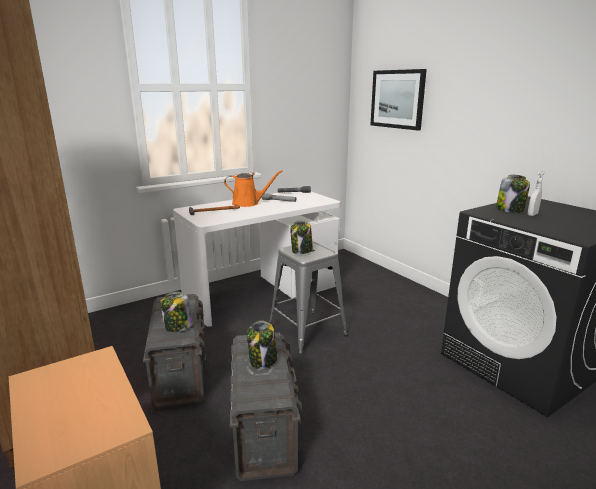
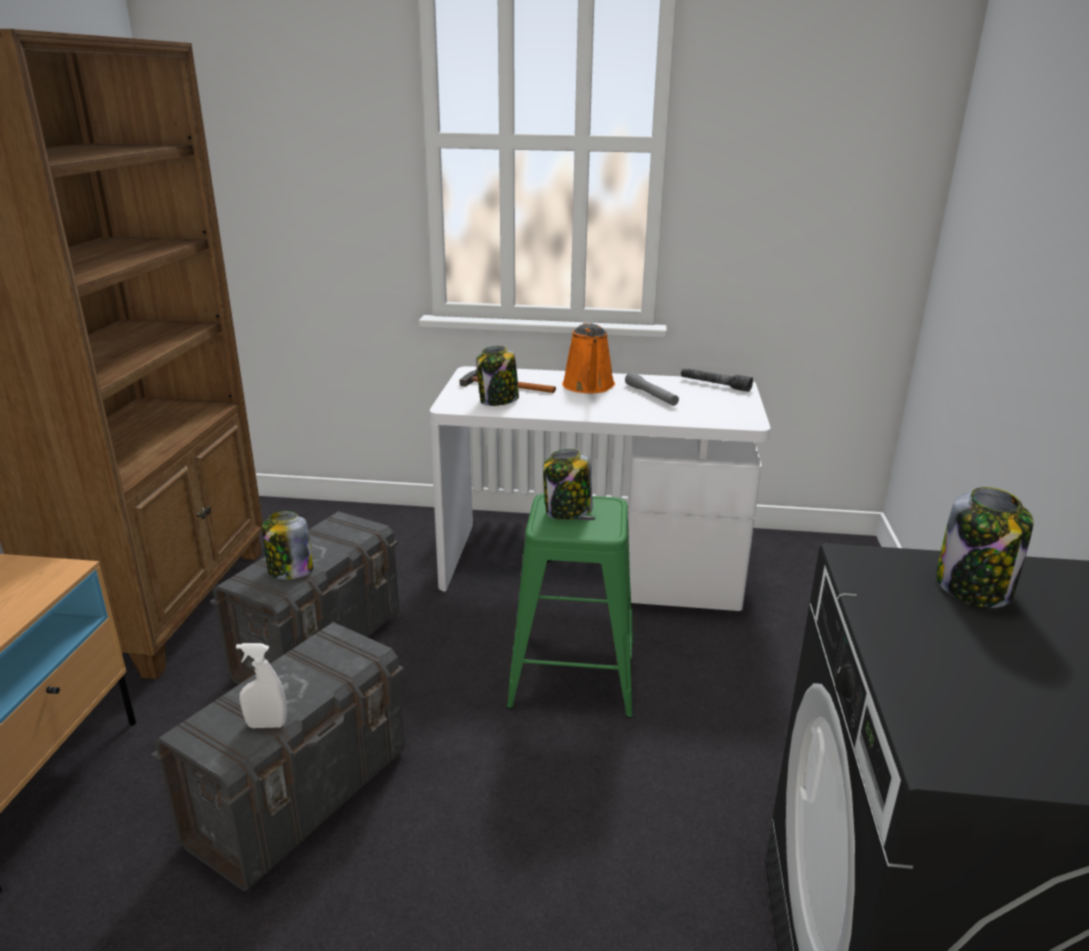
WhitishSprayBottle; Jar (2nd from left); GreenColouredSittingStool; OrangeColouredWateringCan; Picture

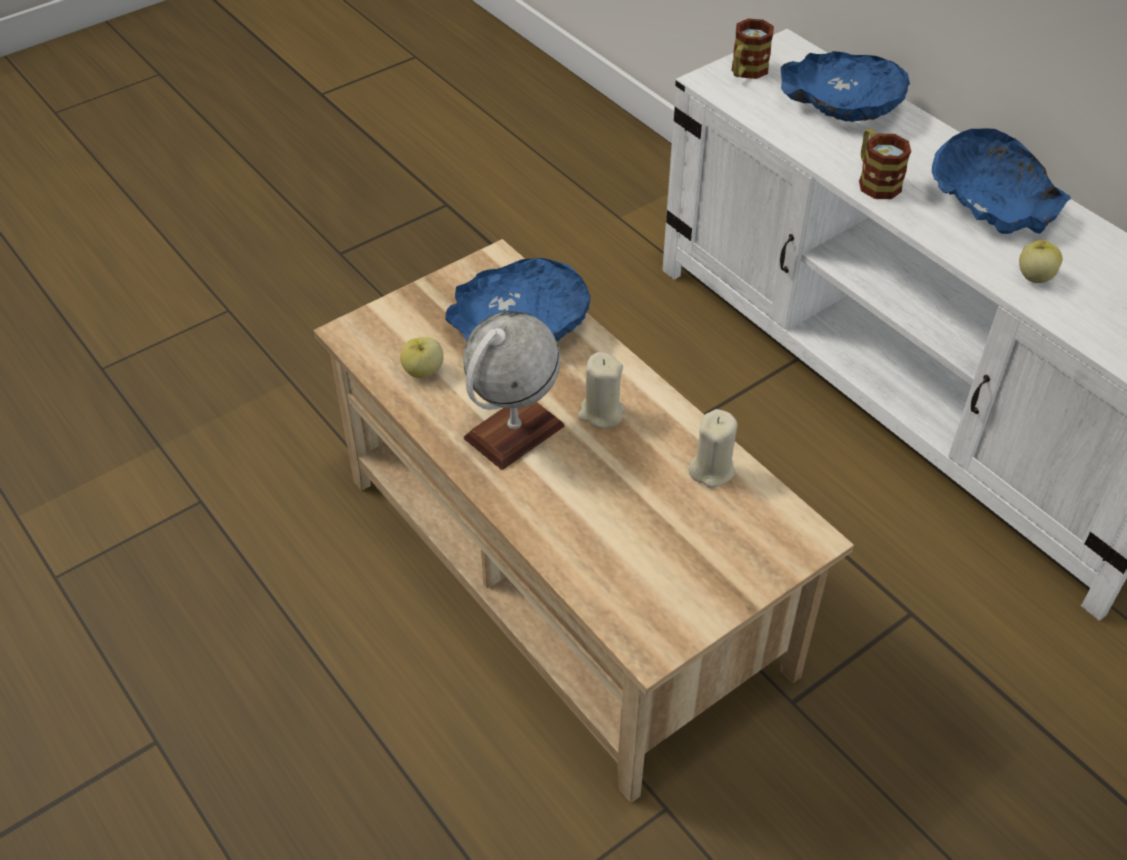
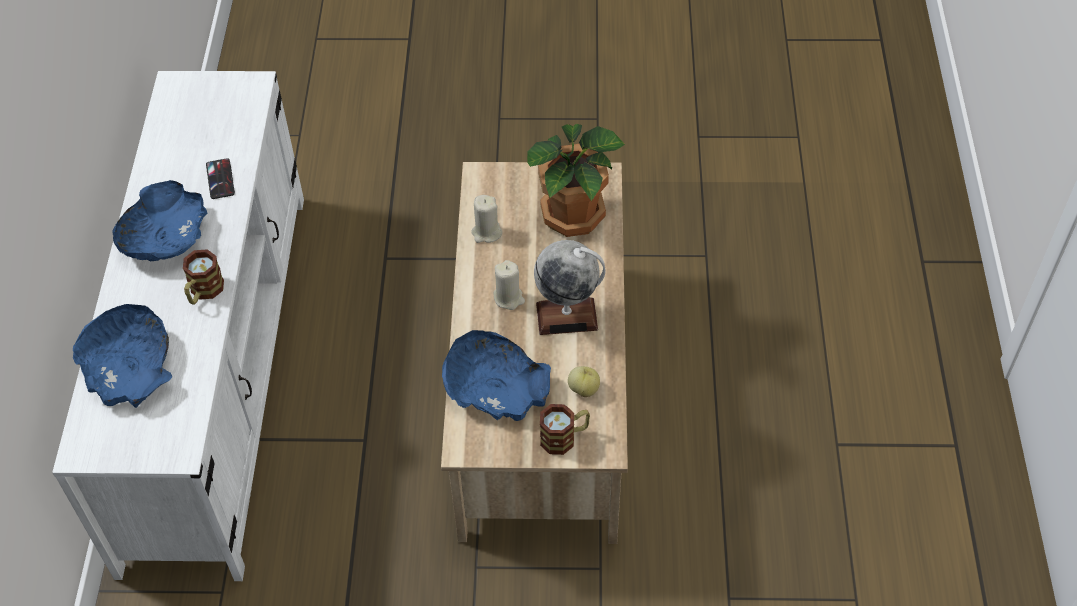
Phone; PottedPlant; TeaMug (2nd from left)

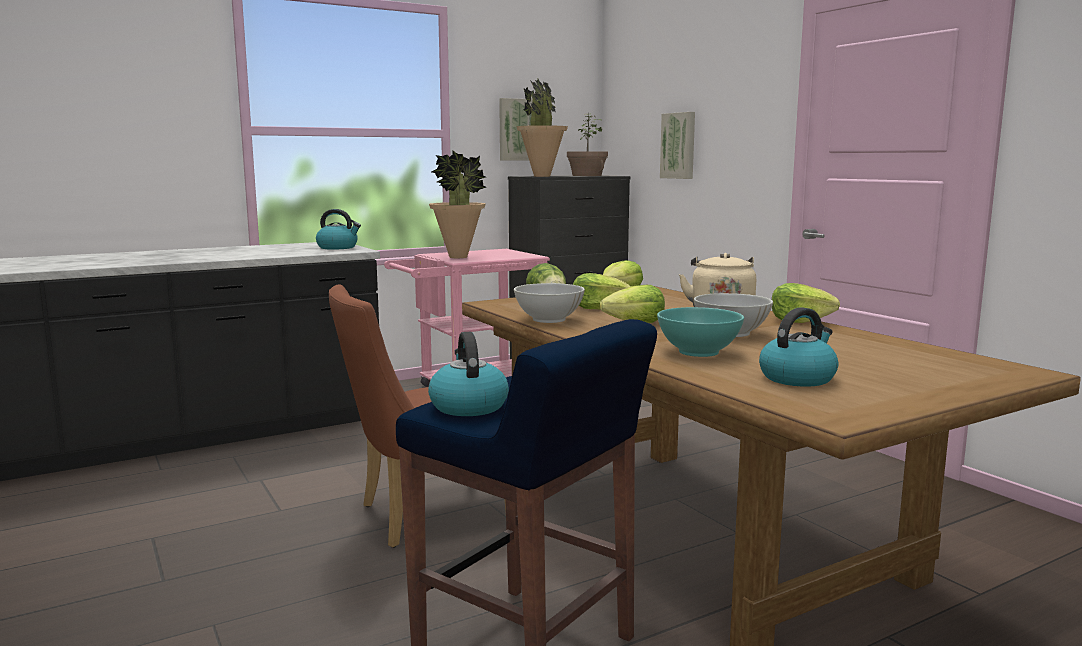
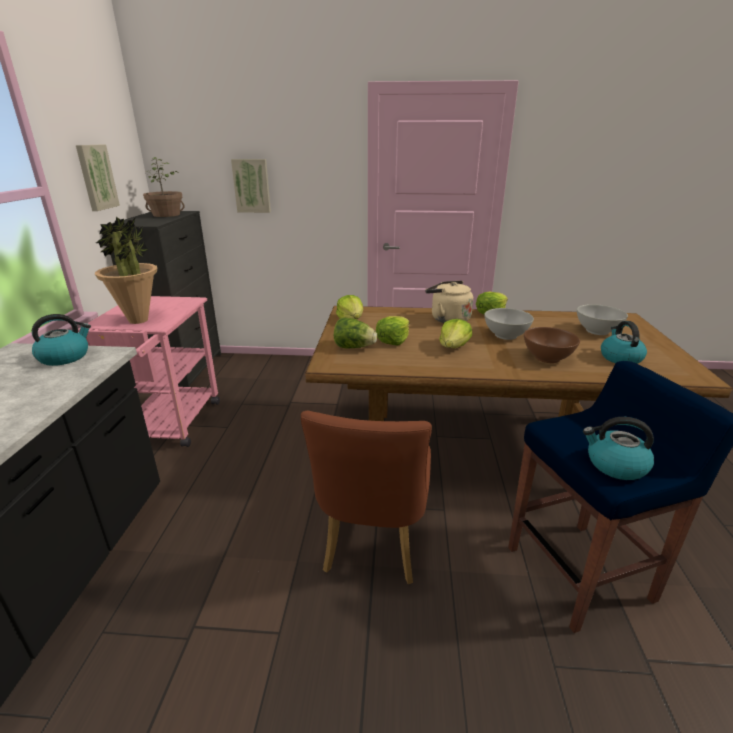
BrownServingBowl; WhitishServingBowl (2nd from left); PottedPlant (2nd from left in the first image)

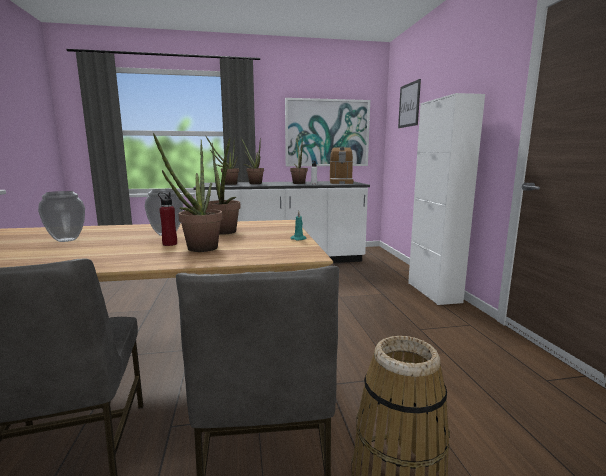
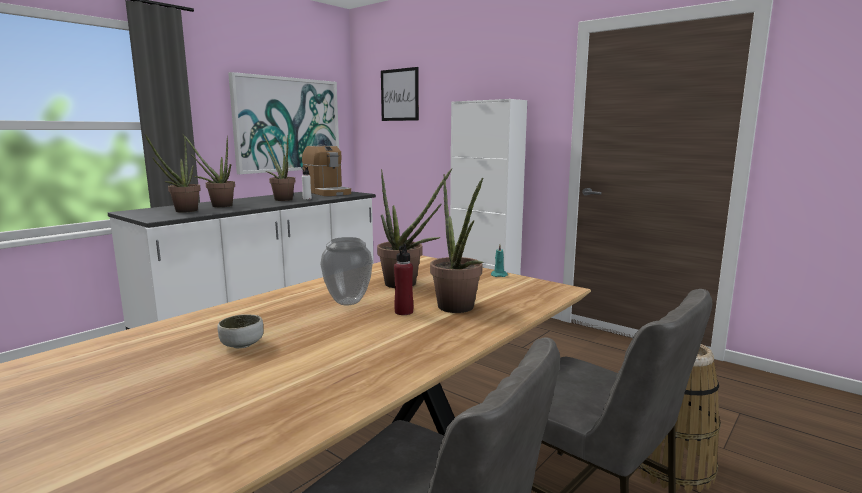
ServingBowl

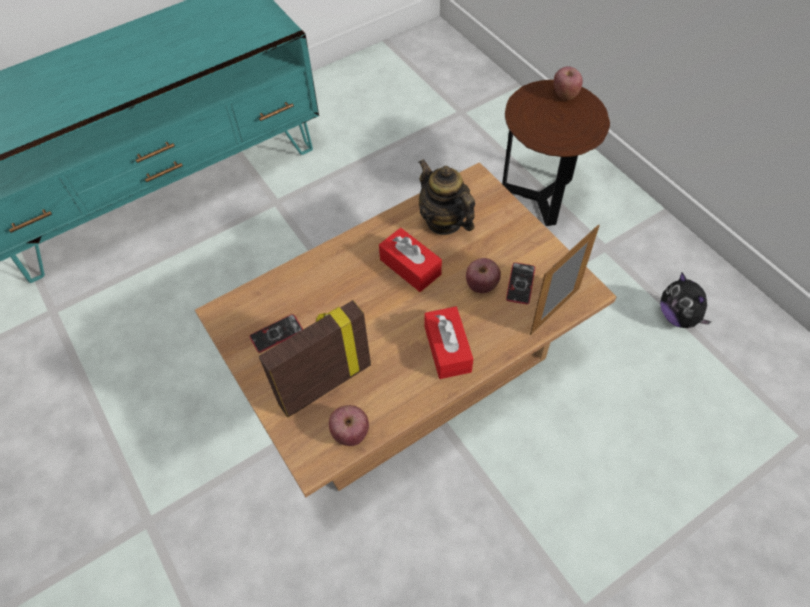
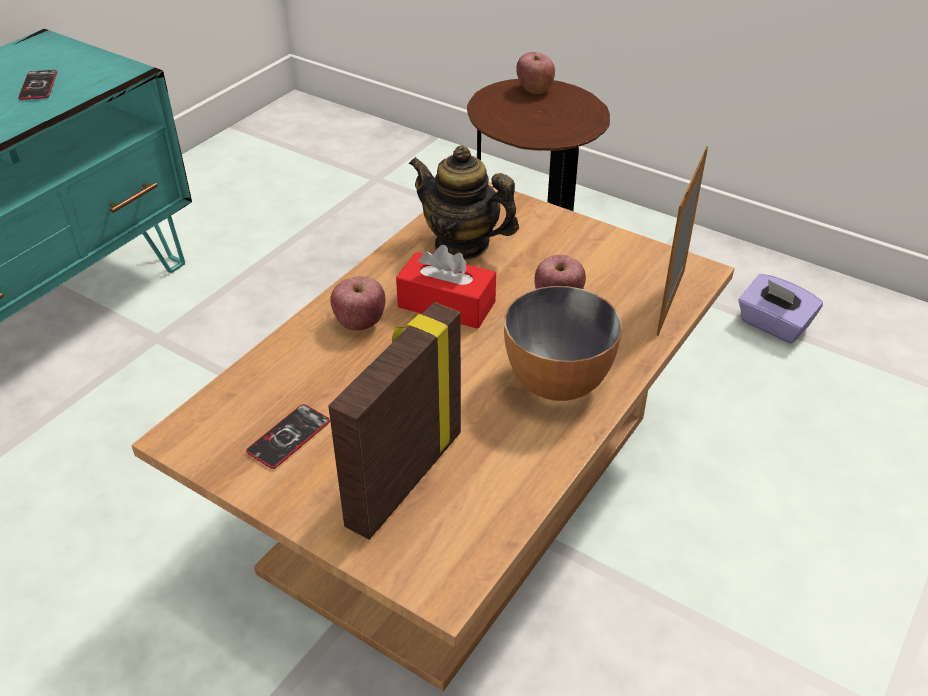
Phone (1st from left); AppleFruit (1st from left); ServingBowl; PurpleTissueBox

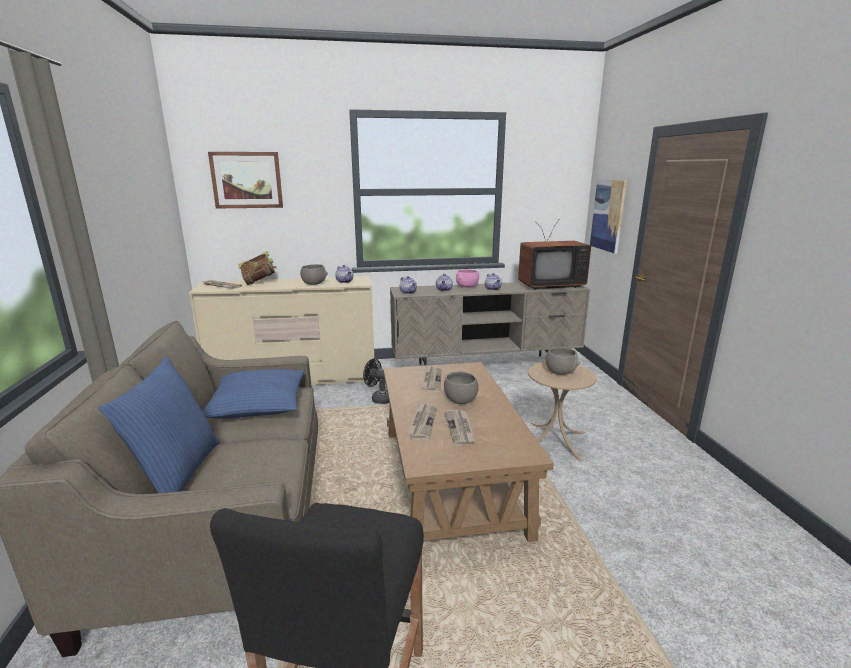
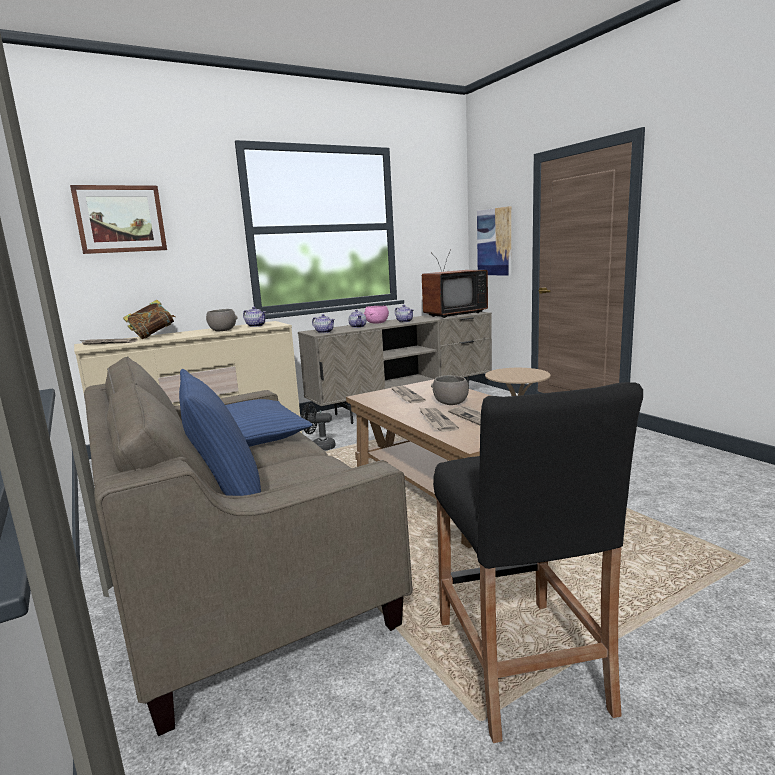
GreyServingBowl (3rd from left in the first image)

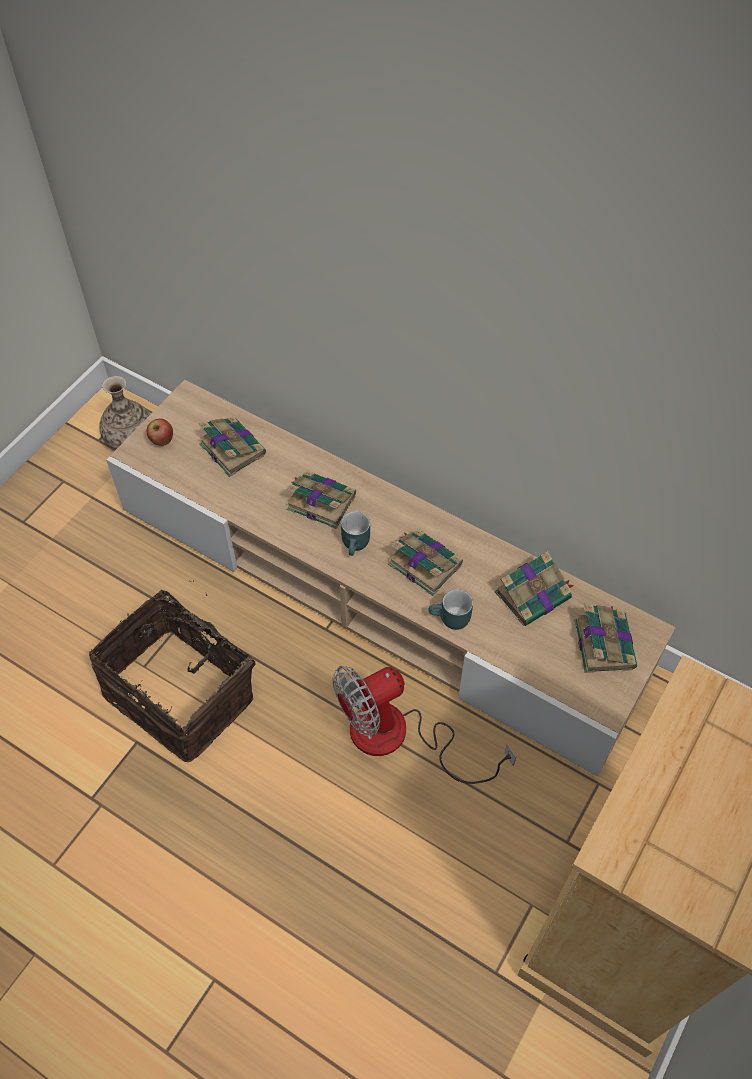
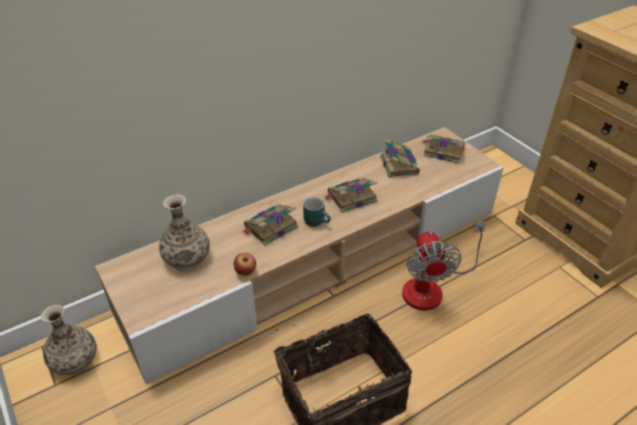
Vase (2nd from left); AppleFruit; TurquoiseTeaMug (2nd from left in the first image)

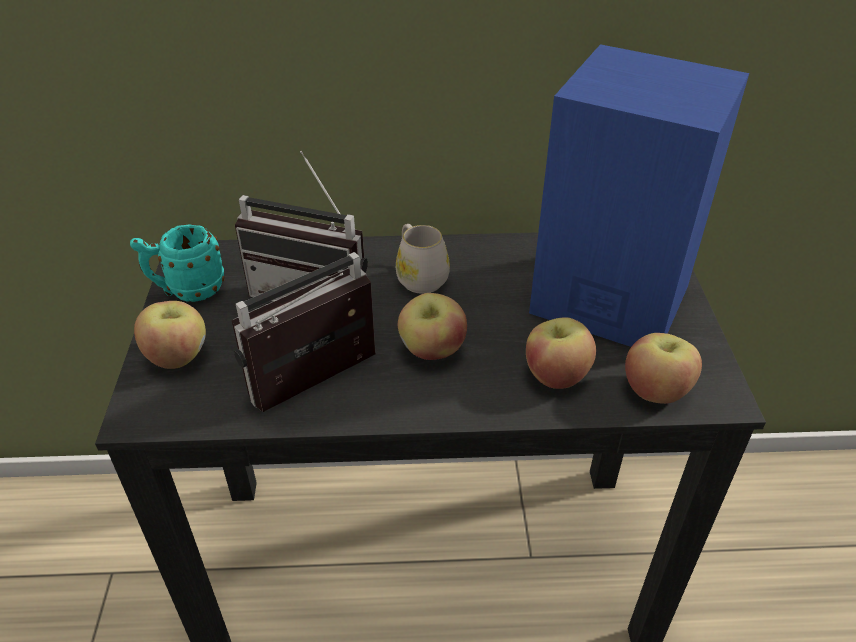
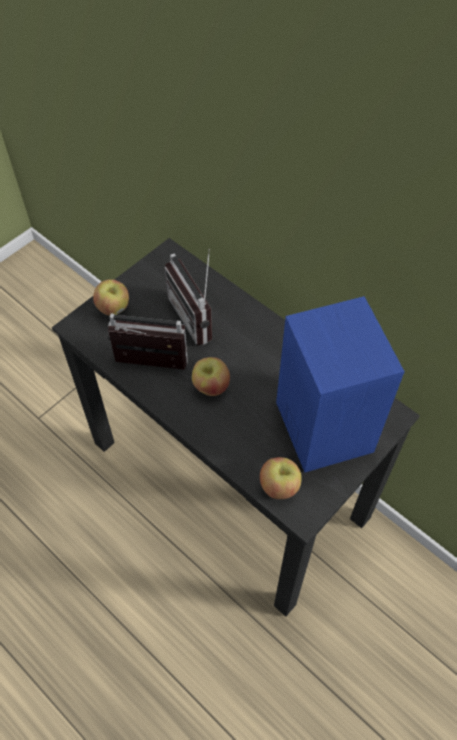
TurquoiseTeaMug; WhitishTeaMug; AppleFruit (3rd from left in the first image)

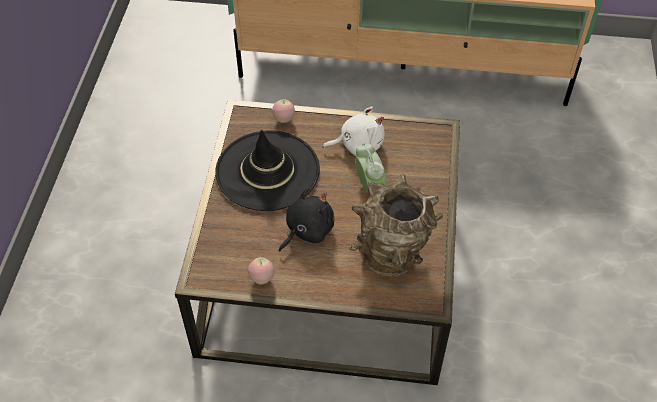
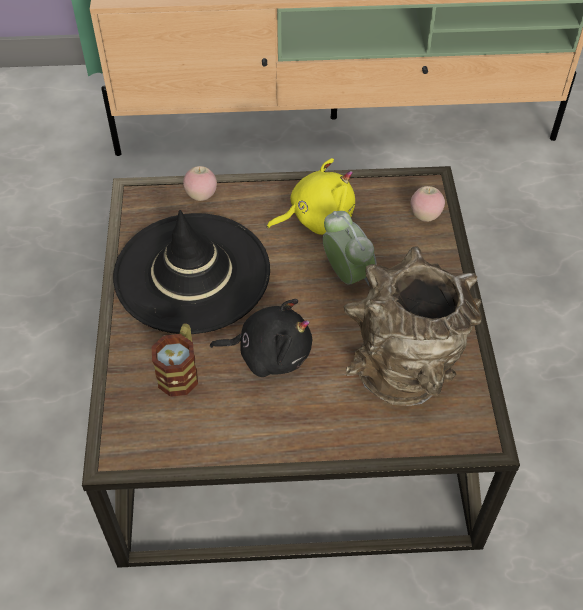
TeaMug; BlackSoftToy; YellowSoftToy; AppleFruit (2nd from left)

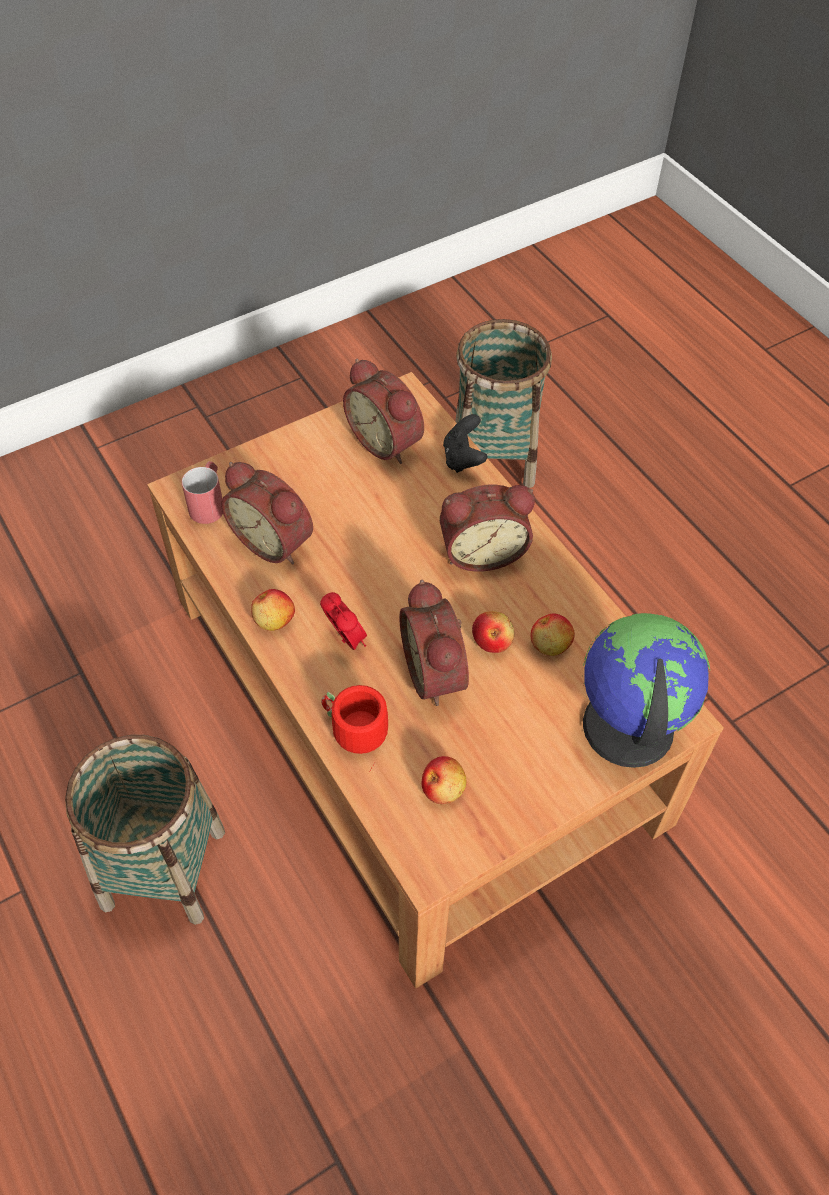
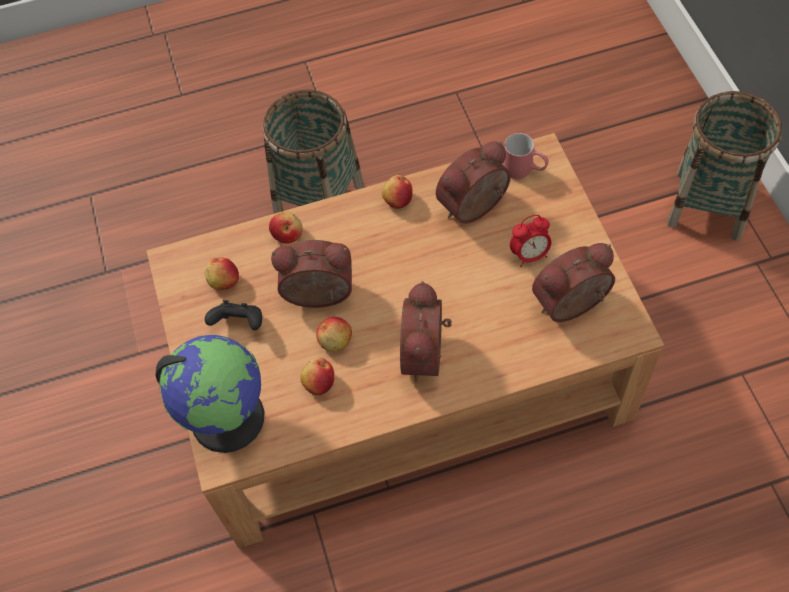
BlackGamepad; AppleFruit (2nd from left); BedsideClock (4th from left); Basket (2nd from left)

